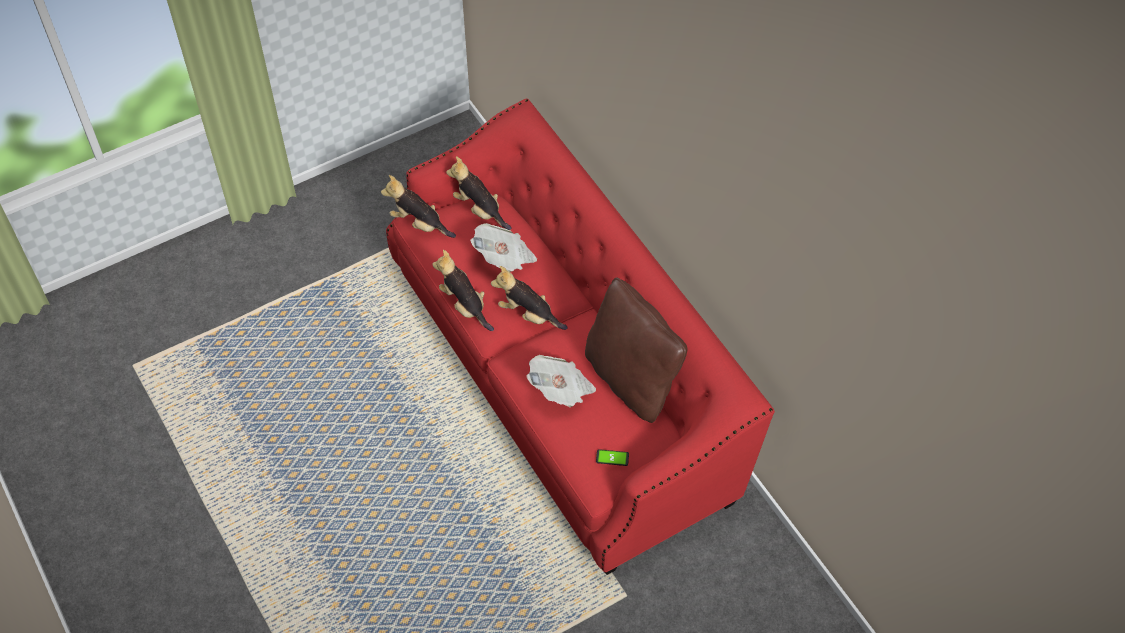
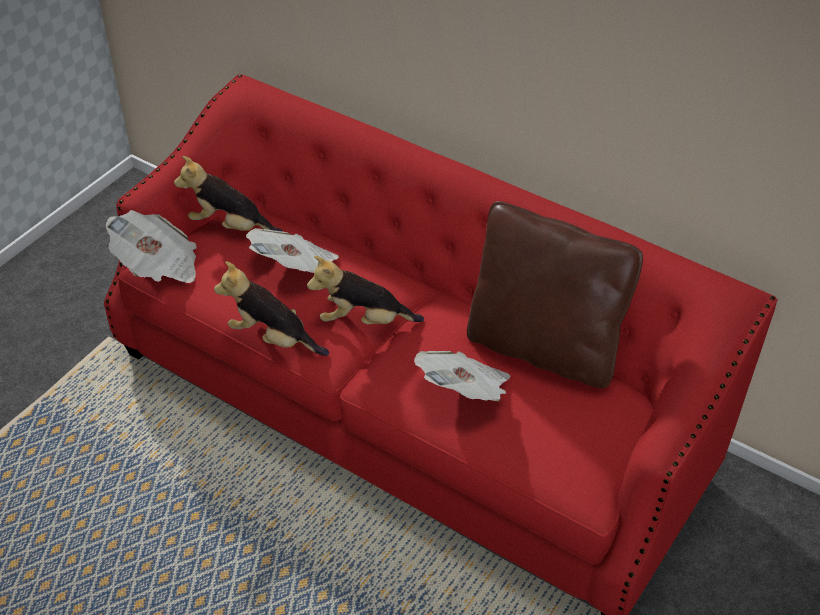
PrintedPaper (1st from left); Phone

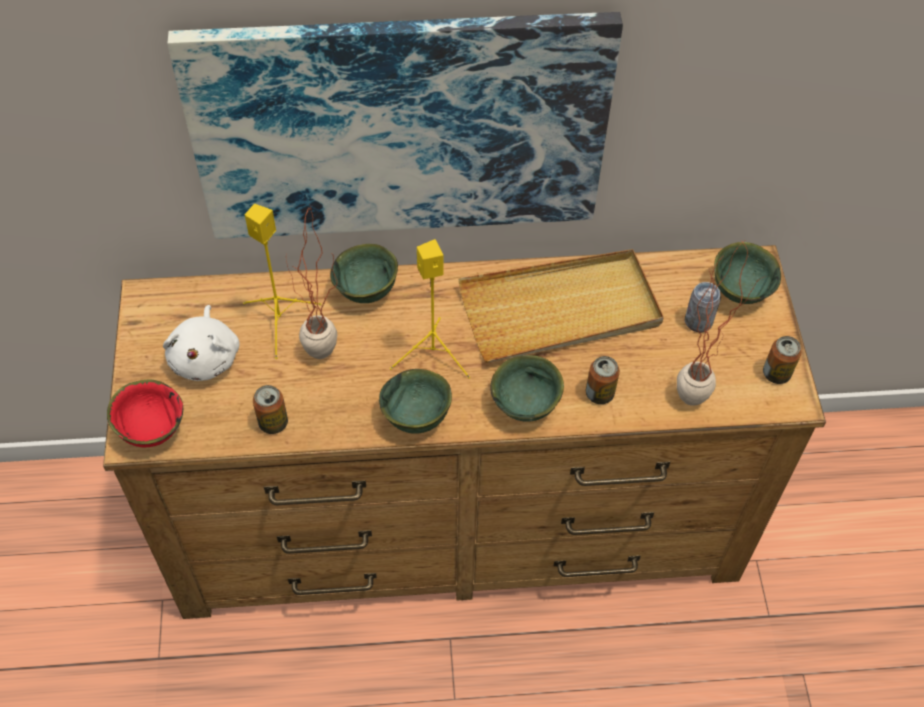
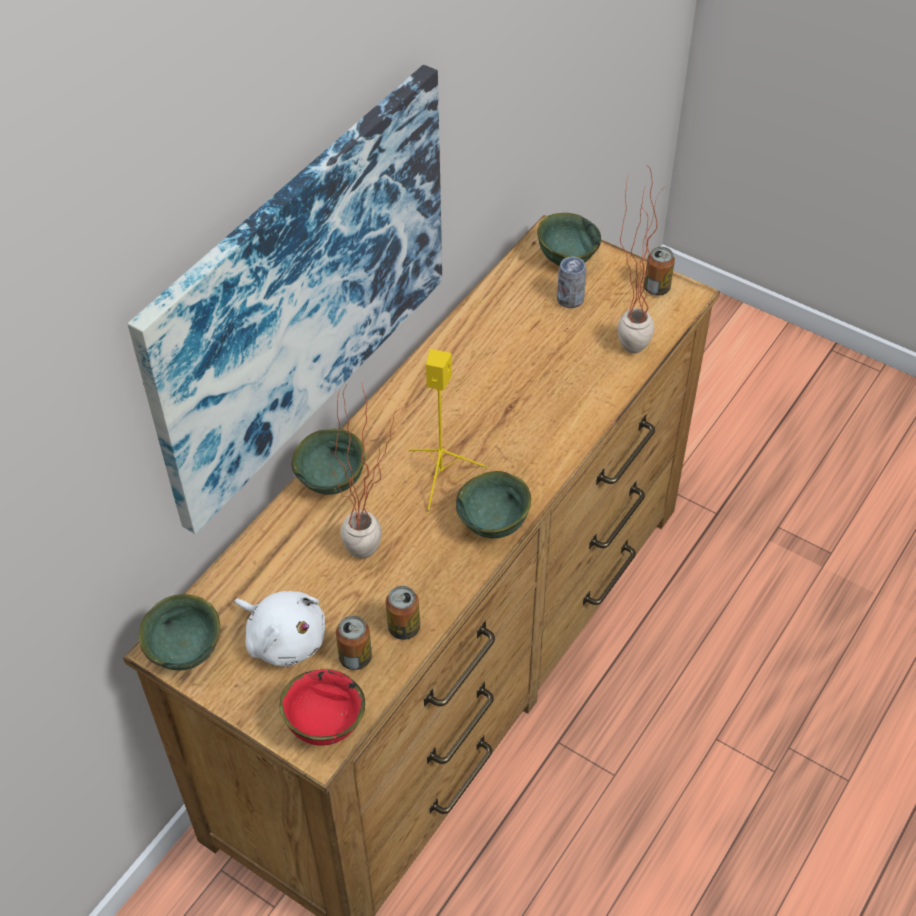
GreenColouredServingBowl (1st from left); MetalCan (1st from left); YellowLoudspeaker (1st from left in the first image); SandColouredCarryingTray

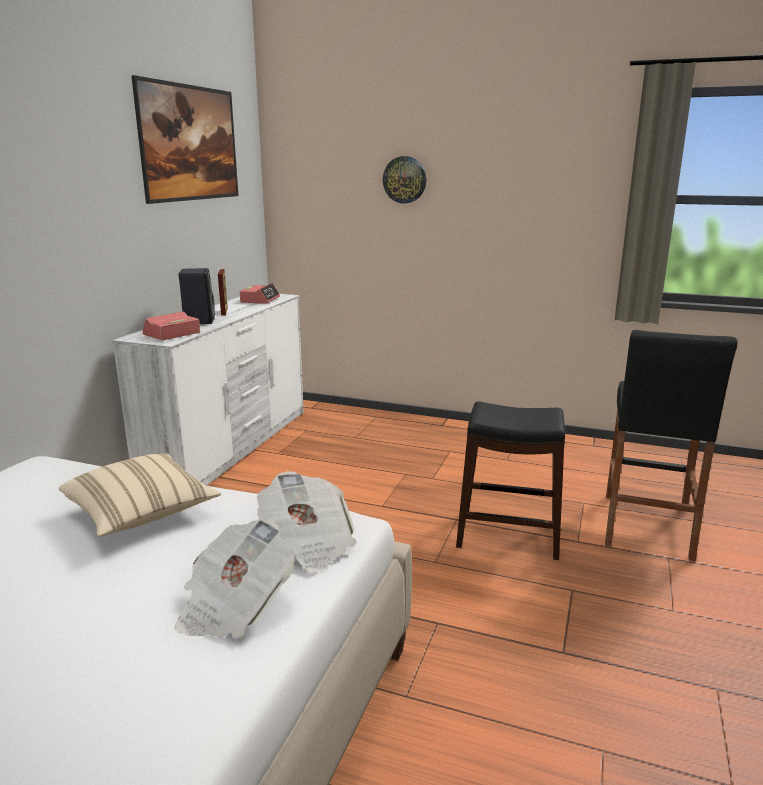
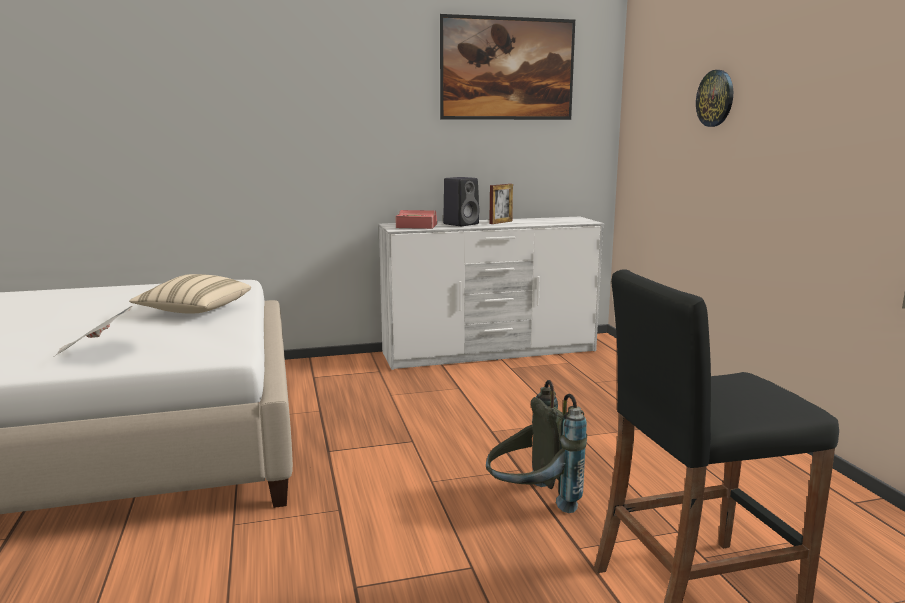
GreyKnapsack; BedsideClock (2nd from left in the first image); PrintedPaper (2nd from left in the first image)

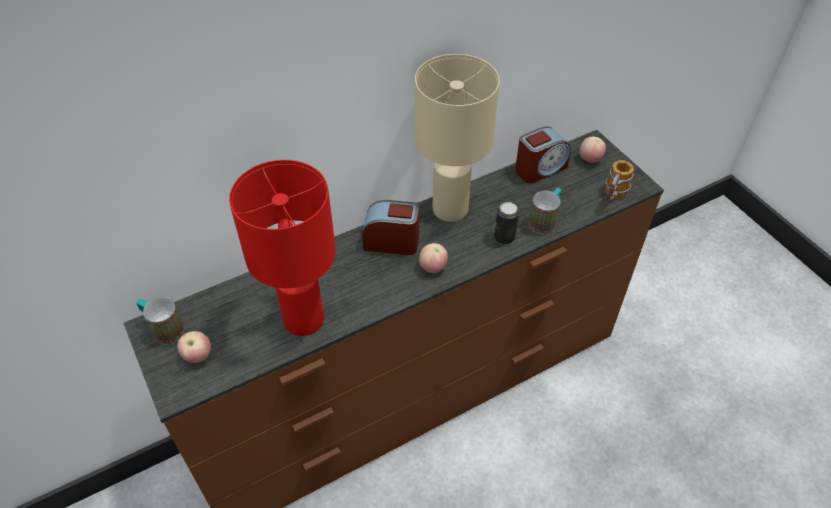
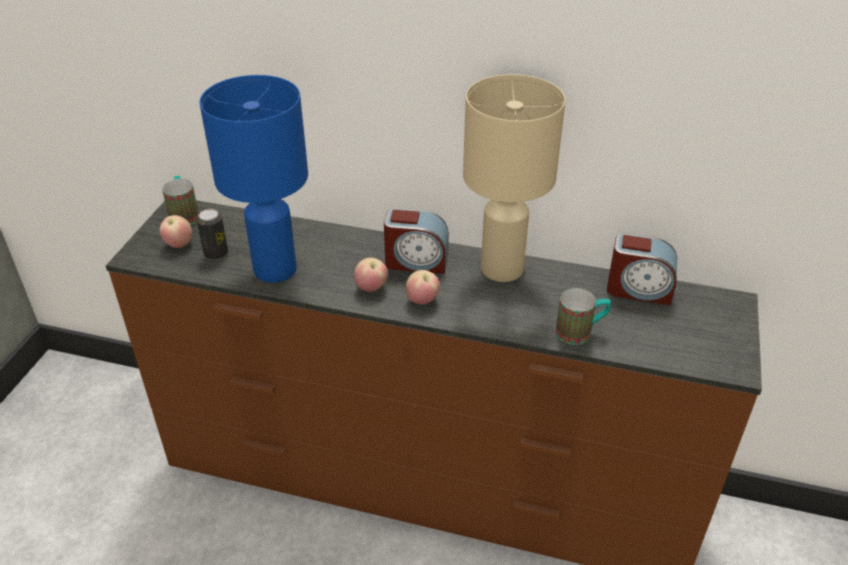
MetalCan; BluishTabletopLamp; AppleFruit (2nd from left); BedsideClock (1st from left); TeaMug (3rd from left in the first image)

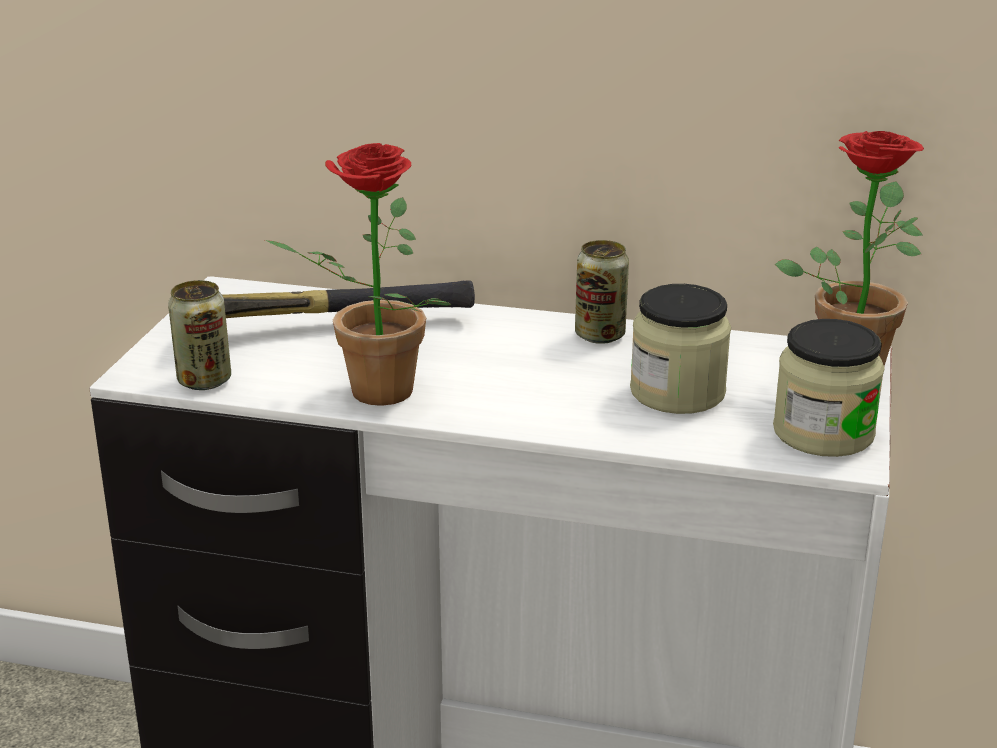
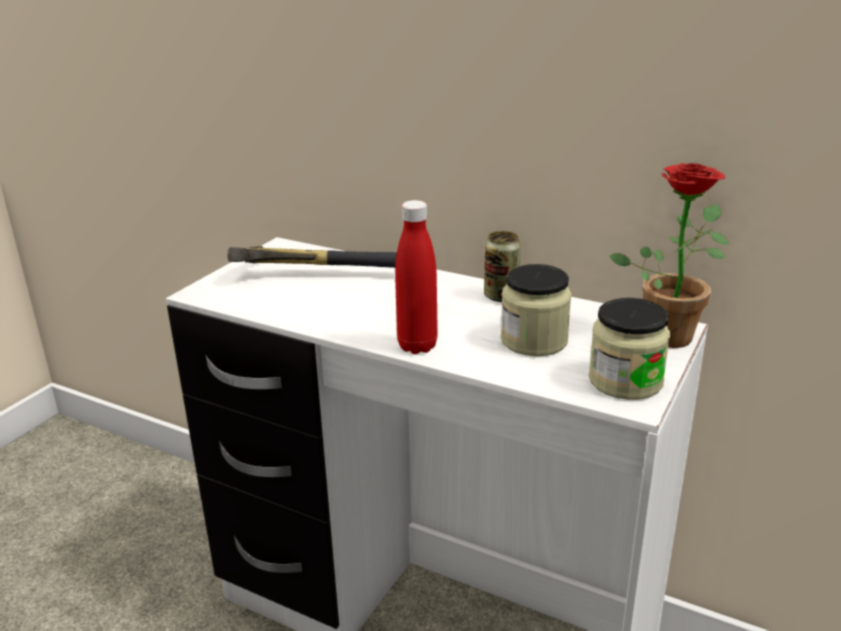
RedColouredBeverageBottle; MetalCan (1st from left in the first image); PottedPlant (1st from left in the first image)

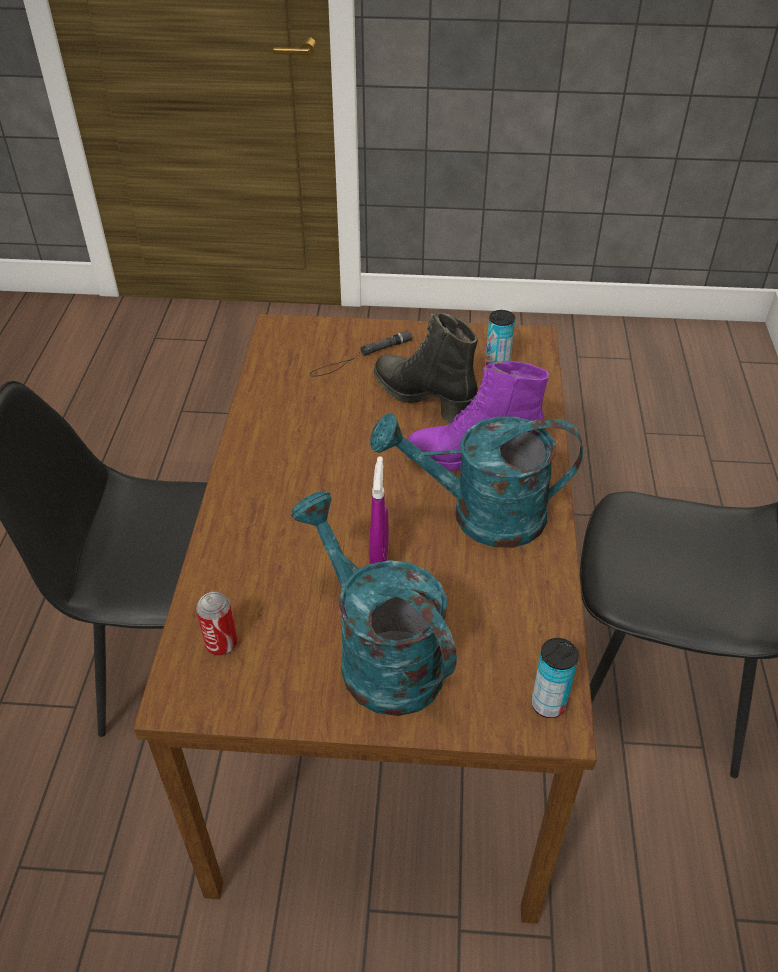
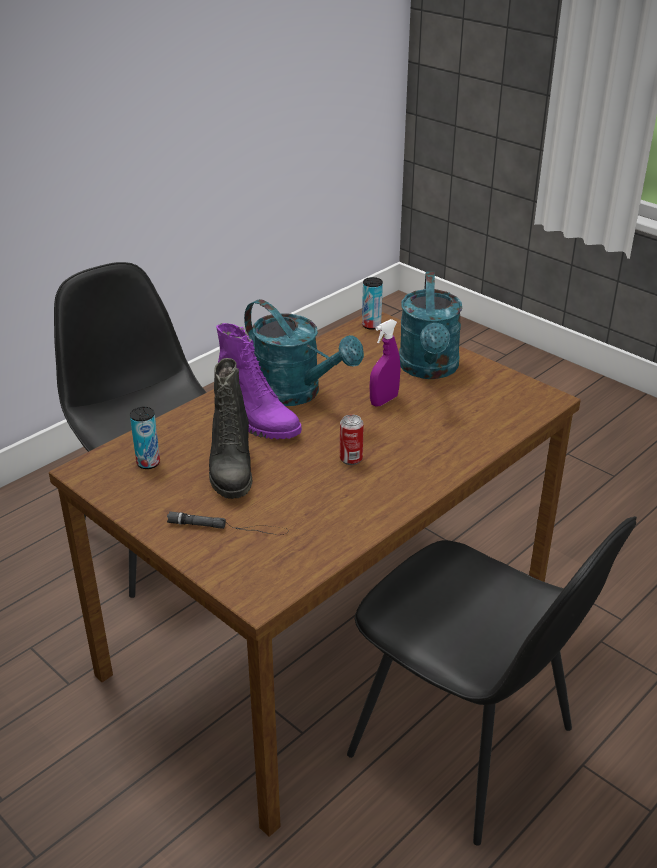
MetalCan (2nd from left)

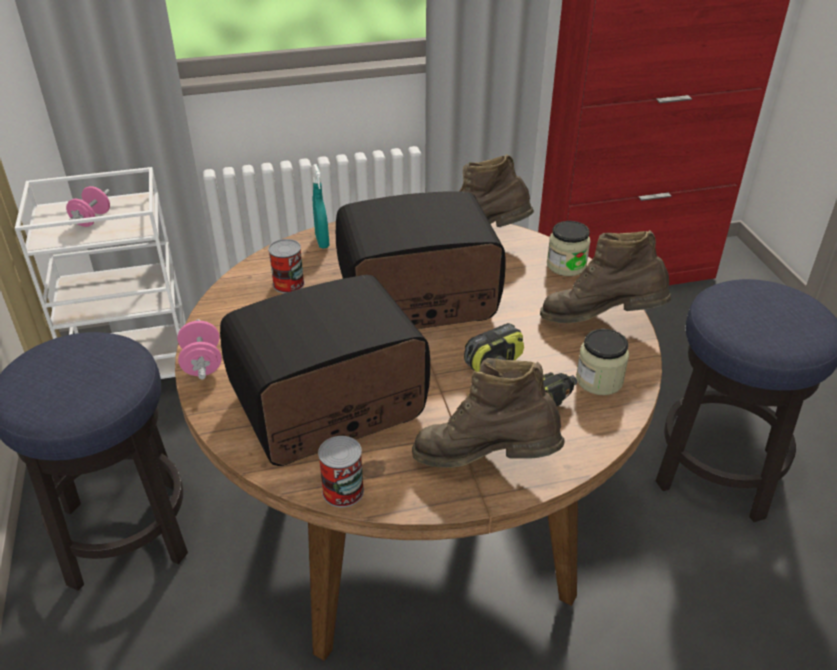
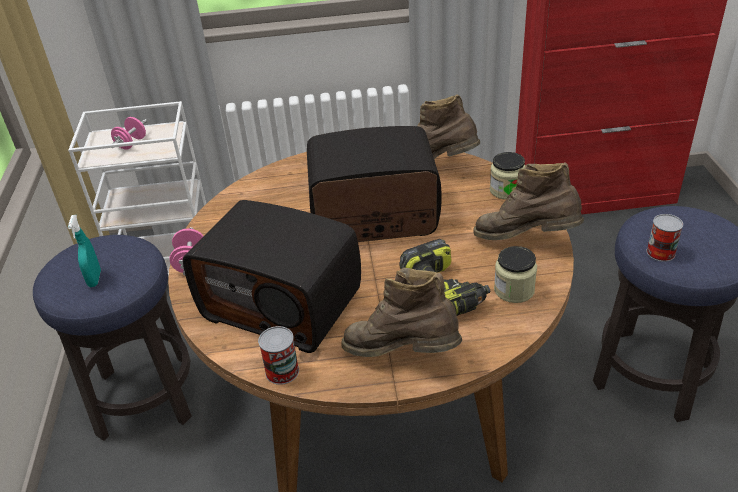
TurquoiseSprayBottle; RadioReceiver (1st from left); MetalCan (2nd from left)

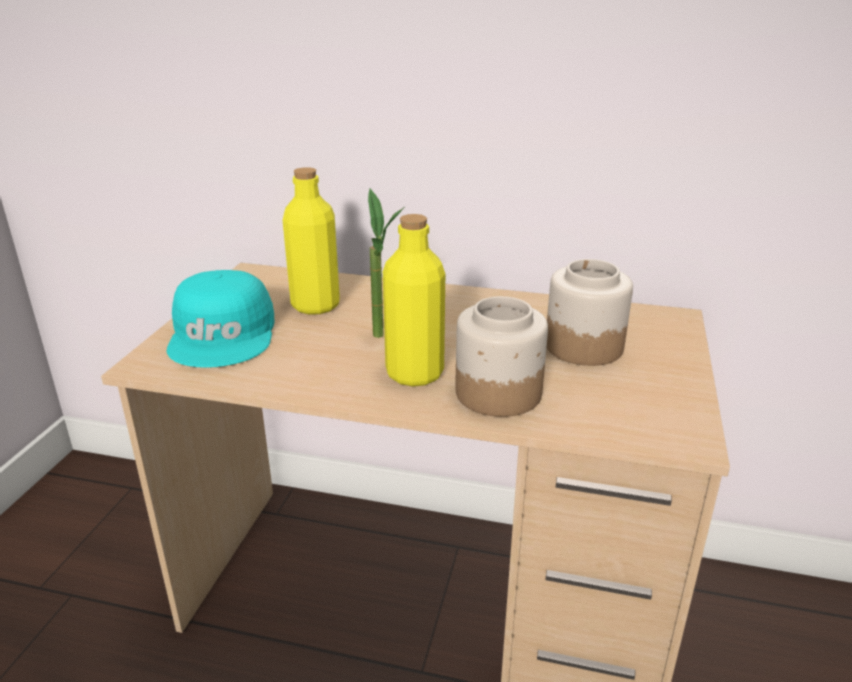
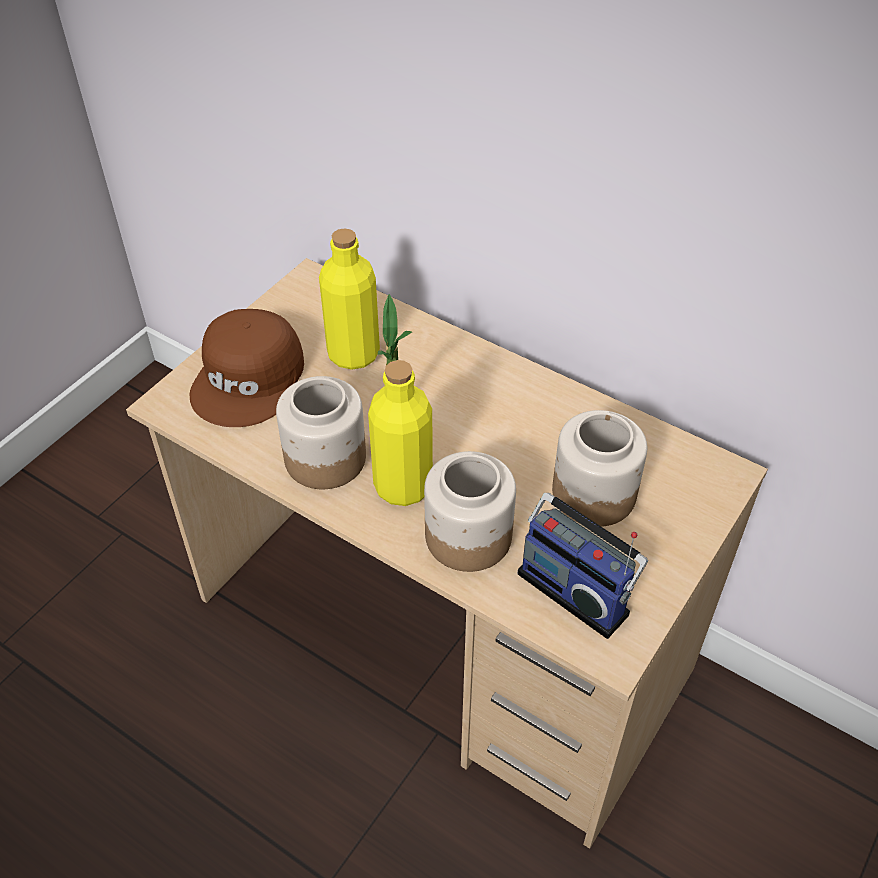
BrownPeakedCap; Jar (1st from left); RadioReceiver

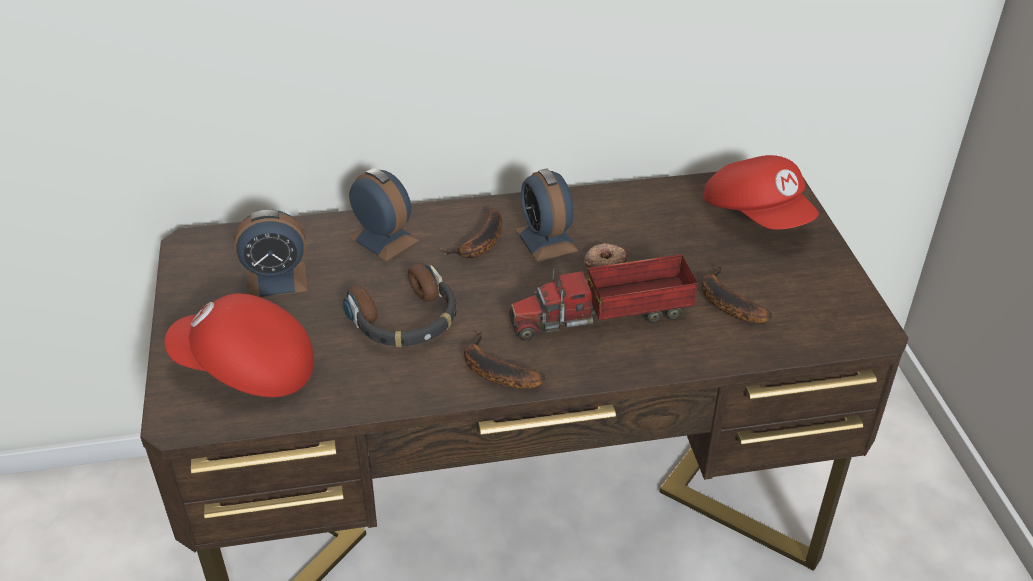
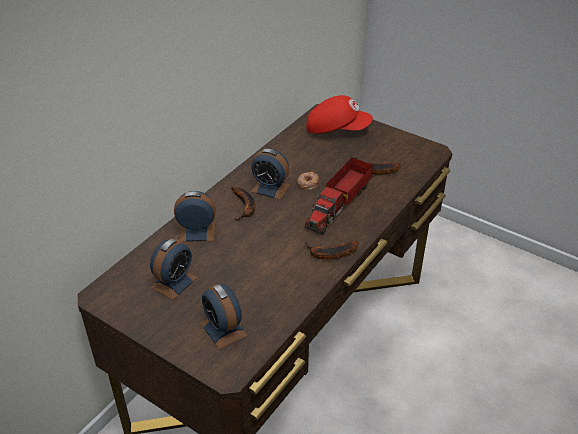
BedsideClock (3rd from left); PairOfHeadphones

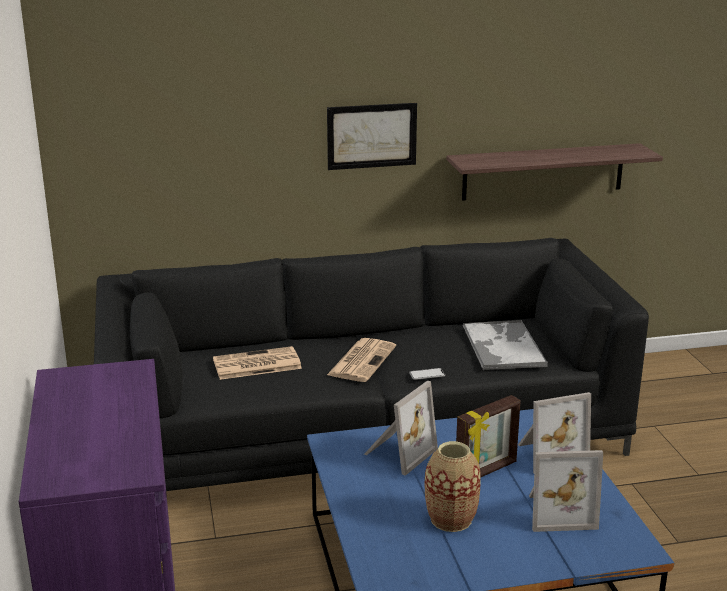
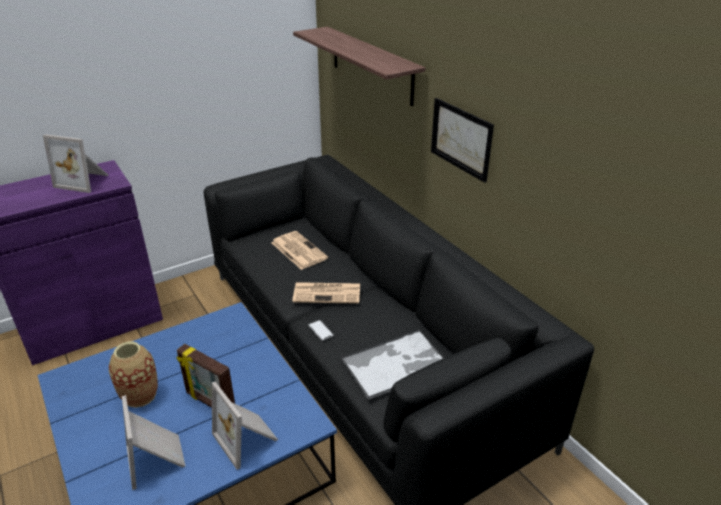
PictureFrame (1st from left); BracketShelf

